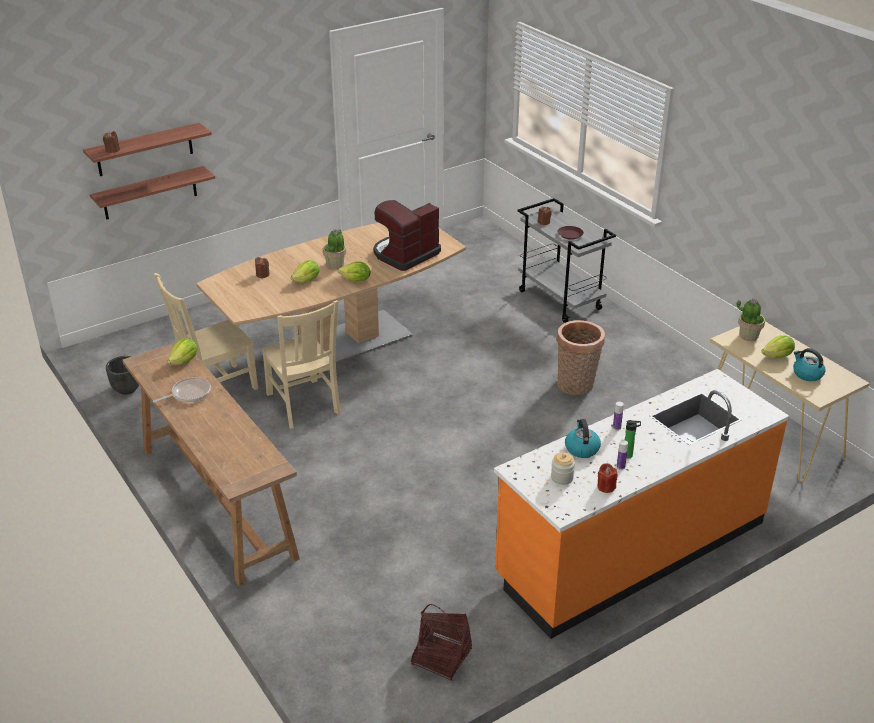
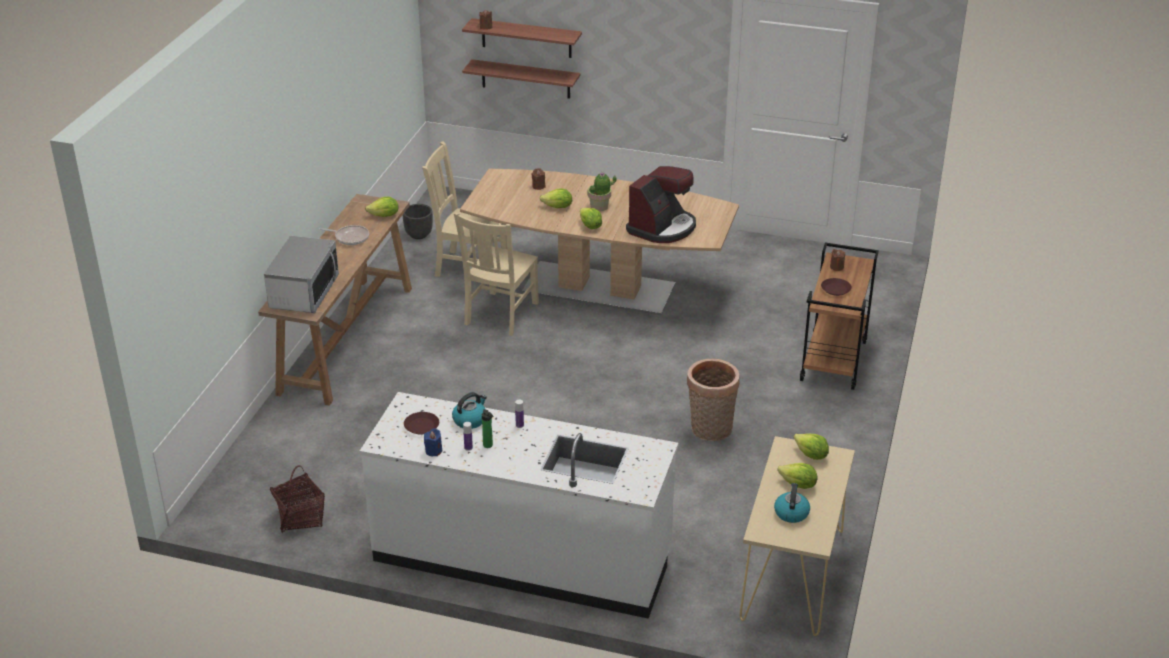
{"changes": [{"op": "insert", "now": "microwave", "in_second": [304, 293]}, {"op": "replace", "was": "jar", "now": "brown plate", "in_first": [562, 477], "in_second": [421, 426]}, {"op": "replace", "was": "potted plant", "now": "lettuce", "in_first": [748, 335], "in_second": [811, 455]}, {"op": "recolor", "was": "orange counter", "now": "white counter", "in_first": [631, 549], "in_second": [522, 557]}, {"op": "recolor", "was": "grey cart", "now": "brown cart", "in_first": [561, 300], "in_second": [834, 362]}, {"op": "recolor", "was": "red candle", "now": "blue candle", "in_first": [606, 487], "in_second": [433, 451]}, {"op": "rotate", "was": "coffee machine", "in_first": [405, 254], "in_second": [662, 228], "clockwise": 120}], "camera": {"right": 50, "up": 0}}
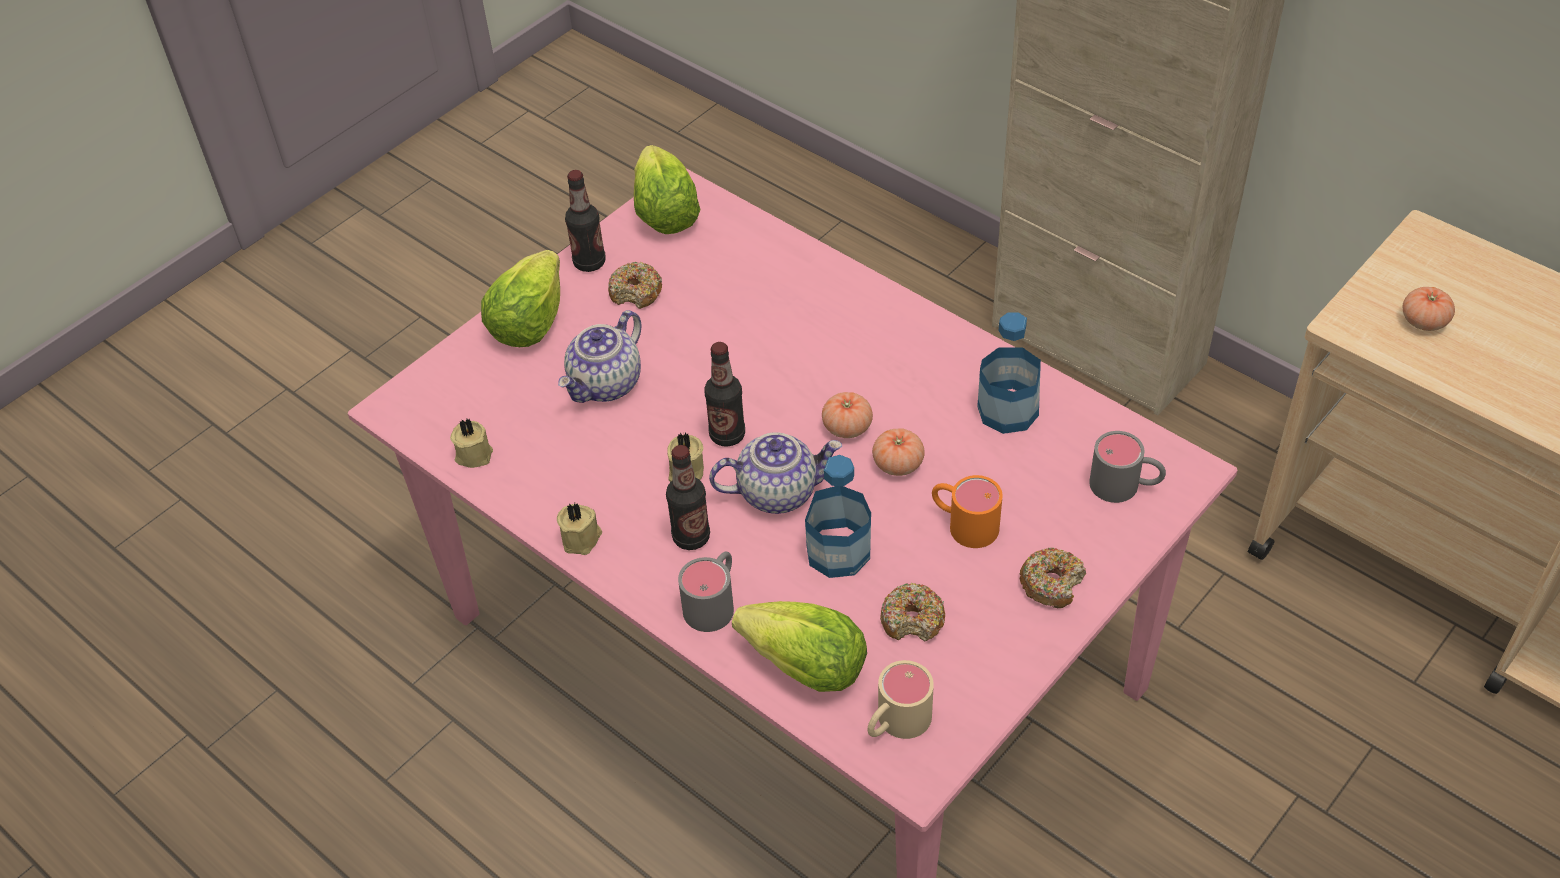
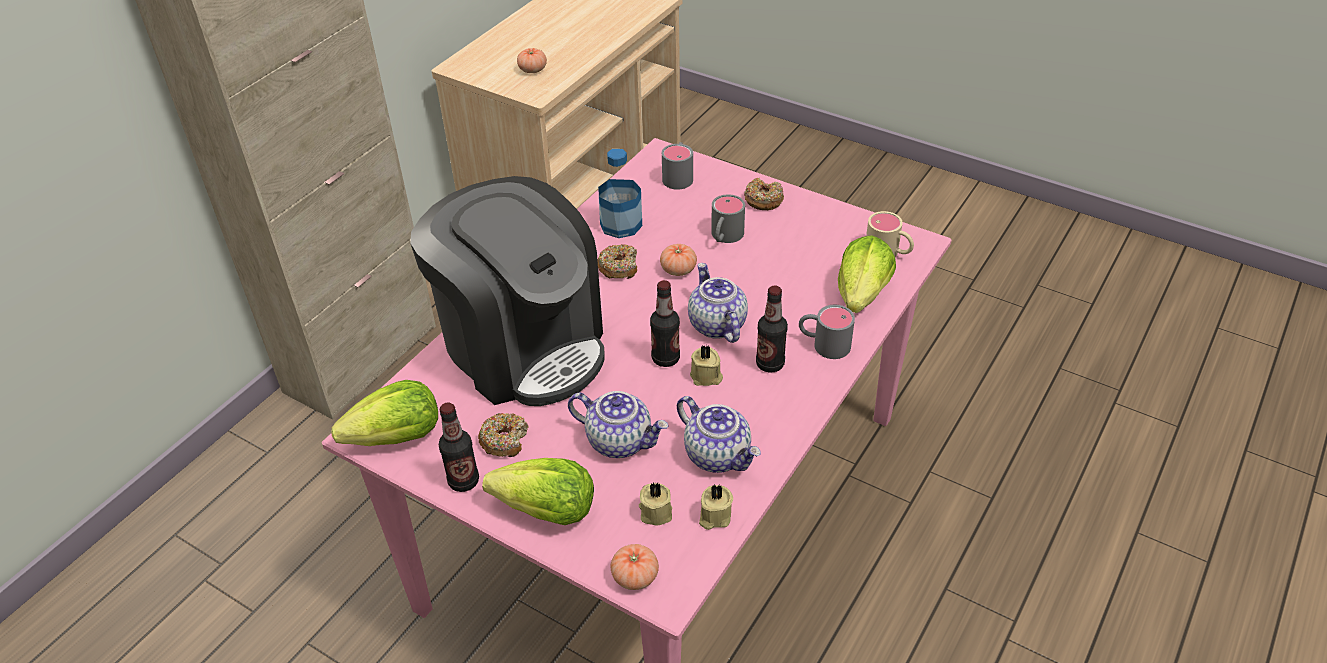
{"changes": [{"op": "delete", "was": "bottle", "in_first": [838, 552]}, {"op": "insert", "now": "coffee machine", "in_second": [523, 346]}, {"op": "insert", "now": "teapot", "in_second": [718, 455]}, {"op": "move", "was": "beige candle", "in_first": [582, 539], "in_second": [655, 512]}, {"op": "move", "was": "tomato", "in_first": [847, 427], "in_second": [635, 576]}, {"op": "move", "was": "donut", "in_first": [912, 620], "in_second": [618, 267]}, {"op": "recolor", "was": "orange mug", "now": "grey mug", "in_first": [963, 523], "in_second": [724, 237]}], "camera": {"right": -100, "up": -5}}
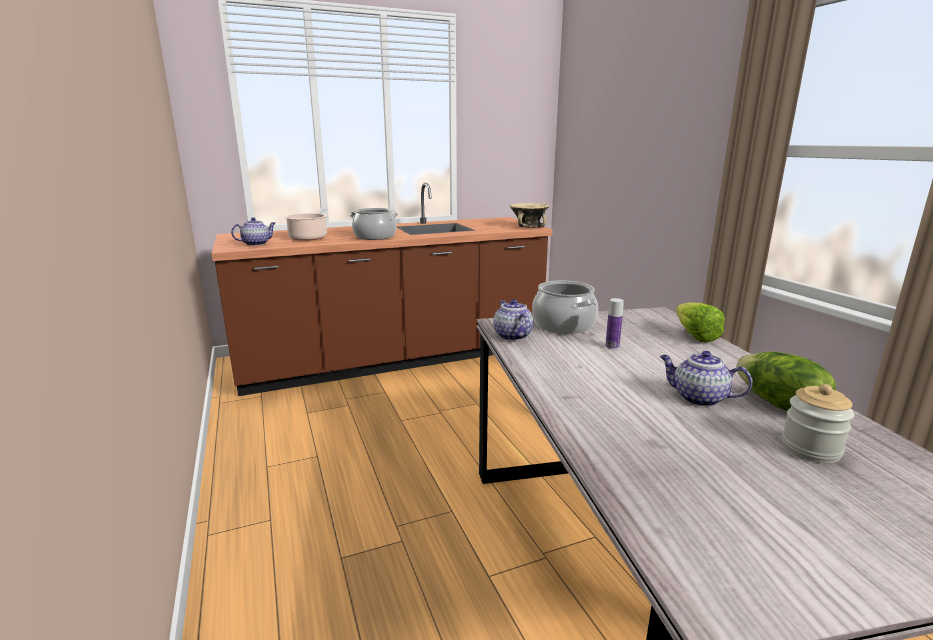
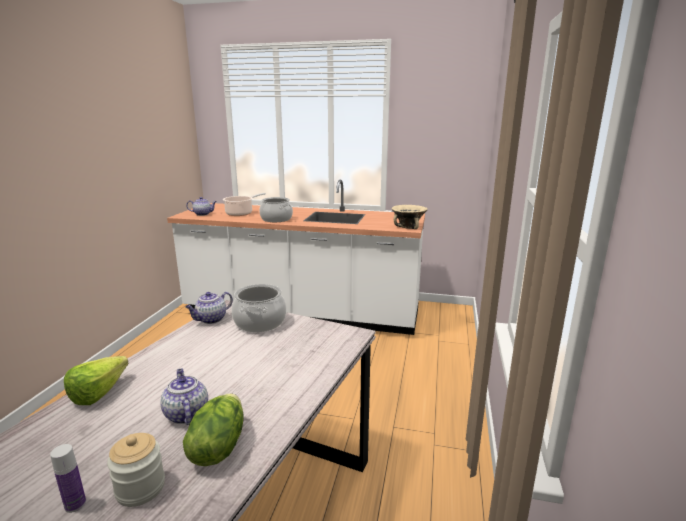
{"changes": [{"op": "move", "was": "bottle", "in_first": [612, 346], "in_second": [75, 504]}, {"op": "move", "was": "lettuce", "in_first": [693, 334], "in_second": [104, 391]}, {"op": "recolor", "was": "brown counter", "now": "white counter", "in_first": [395, 359], "in_second": [302, 312]}, {"op": "rotate", "was": "teapot", "in_first": [511, 336], "in_second": [211, 319], "clockwise": -150}], "camera": {"right": 35, "up": 0}}
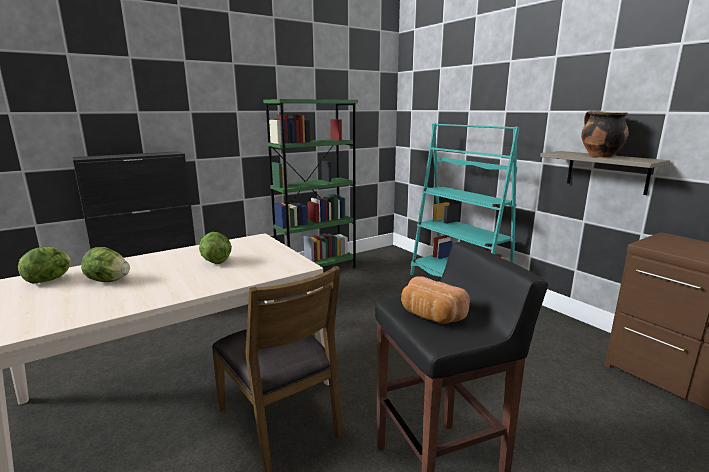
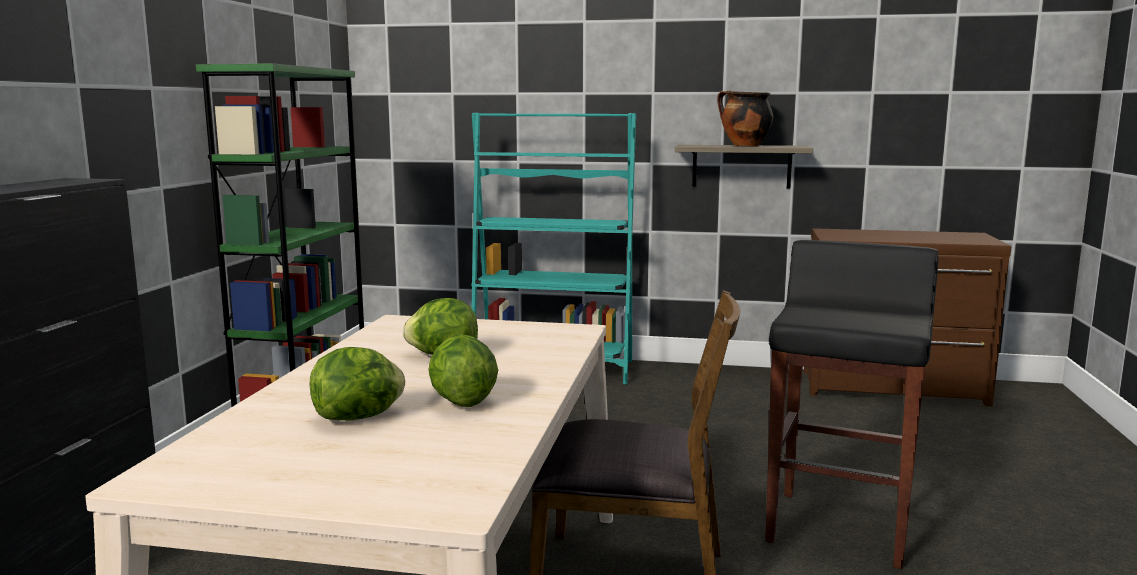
{"changes": [{"op": "delete", "was": "bread", "in_first": [430, 316]}, {"op": "move", "was": "lettuce", "in_first": [50, 280], "in_second": [461, 401]}], "camera": {"right": -45, "up": -5}}
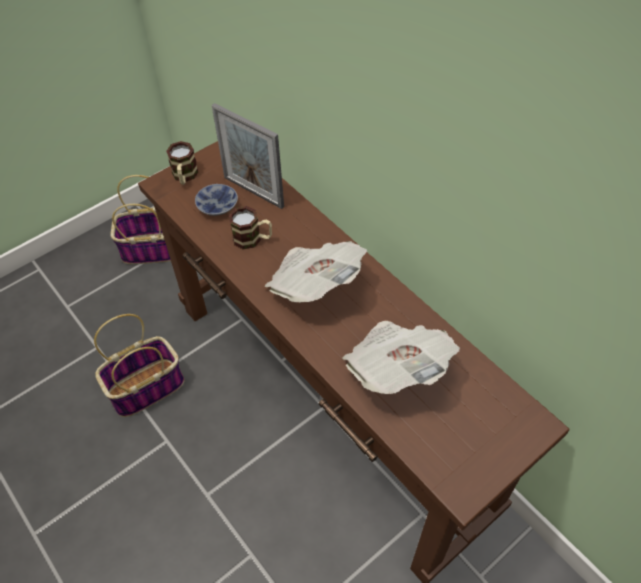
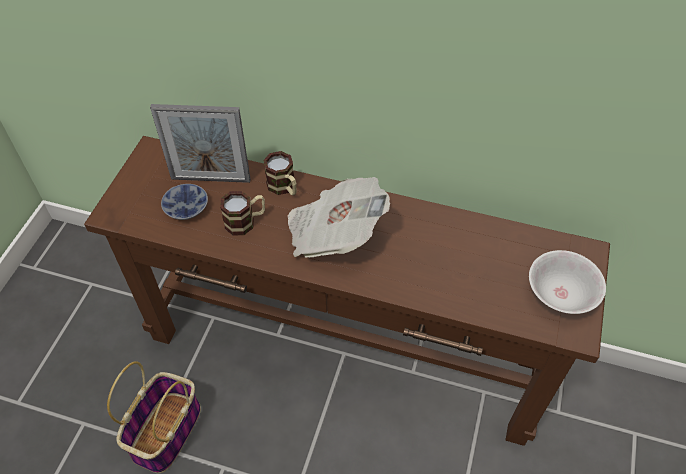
{"changes": [{"op": "delete", "was": "basket", "in_first": [154, 249]}, {"op": "delete", "was": "newspaper", "in_first": [396, 368]}, {"op": "insert", "now": "white bowl", "in_second": [560, 295]}, {"op": "move", "was": "mug", "in_first": [184, 177], "in_second": [284, 188]}], "camera": {"right": -35, "up": 0}}
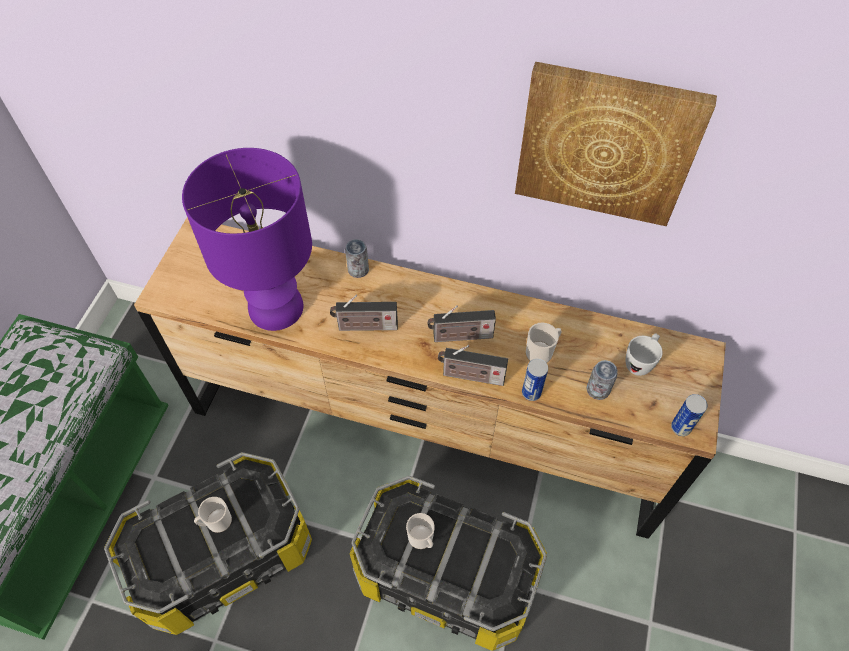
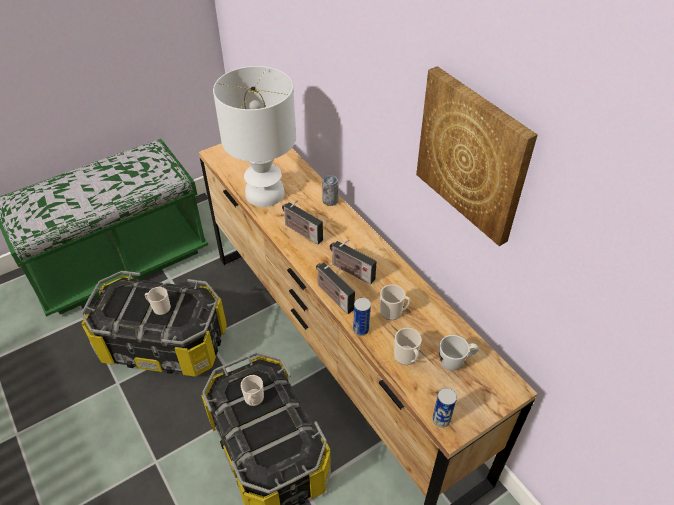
{"changes": [{"op": "replace", "was": "can", "now": "mug", "in_first": [598, 390], "in_second": [407, 357]}, {"op": "recolor", "was": "purple table lamp", "now": "white table lamp", "in_first": [275, 306], "in_second": [264, 193]}], "camera": {"right": 40, "up": -10}}
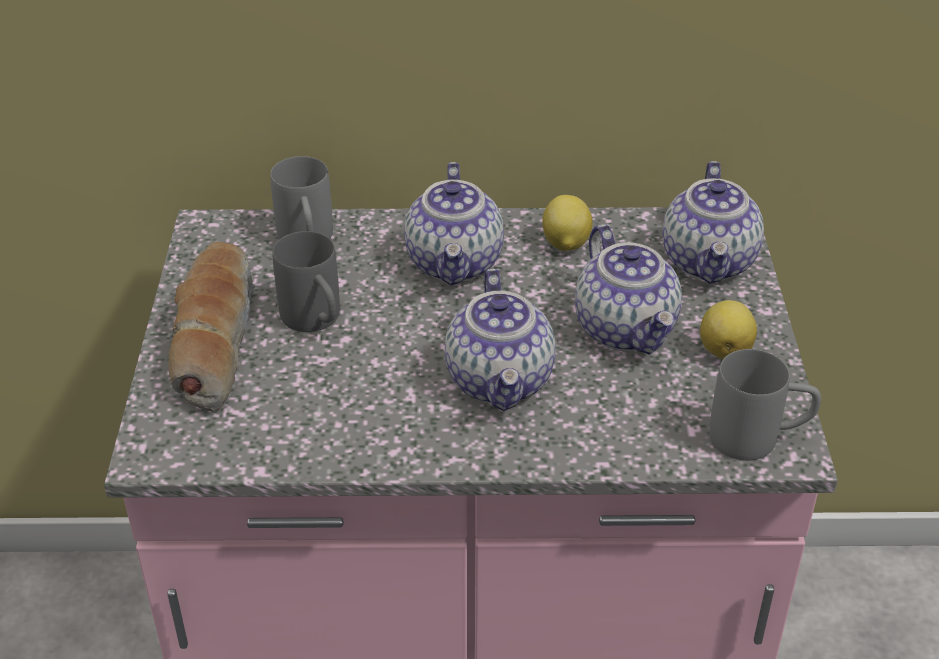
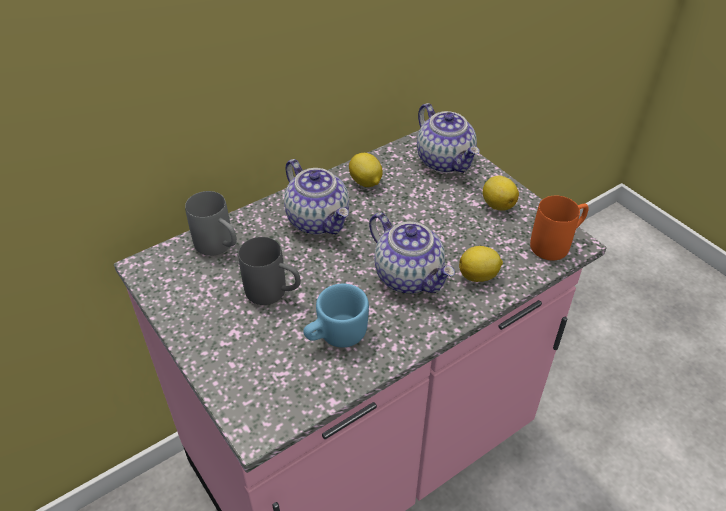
{"changes": [{"op": "delete", "was": "bread", "in_first": [213, 339]}, {"op": "delete", "was": "teapot", "in_first": [627, 329]}, {"op": "insert", "now": "blue mug", "in_second": [335, 335]}, {"op": "insert", "now": "lemon", "in_second": [479, 276]}, {"op": "recolor", "was": "grey mug", "now": "orange mug", "in_first": [759, 439], "in_second": [557, 244]}], "camera": {"right": -35, "up": 5}}
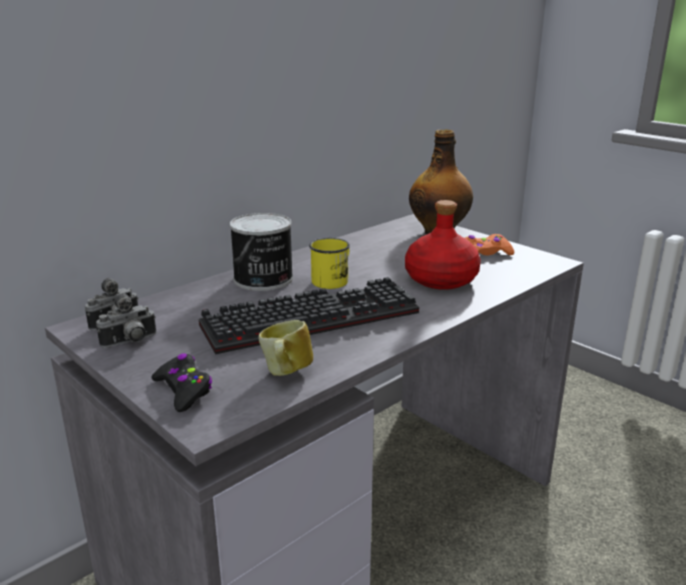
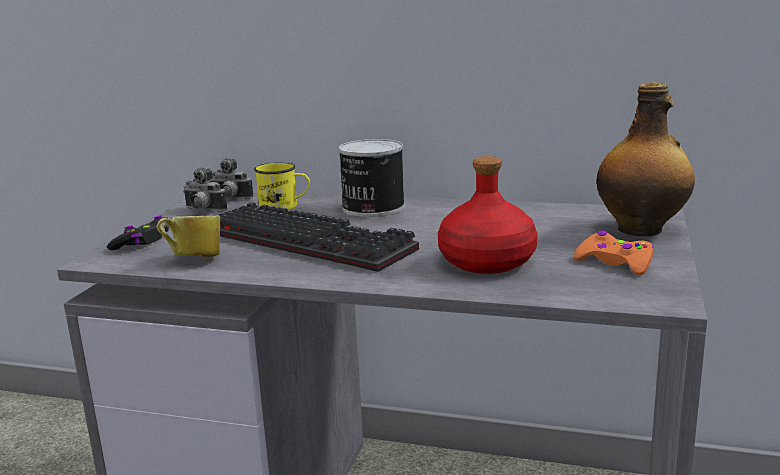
{"changes": [{"op": "move", "was": "yellow mug", "in_first": [333, 280], "in_second": [284, 206]}], "camera": {"right": 60, "up": -5}}
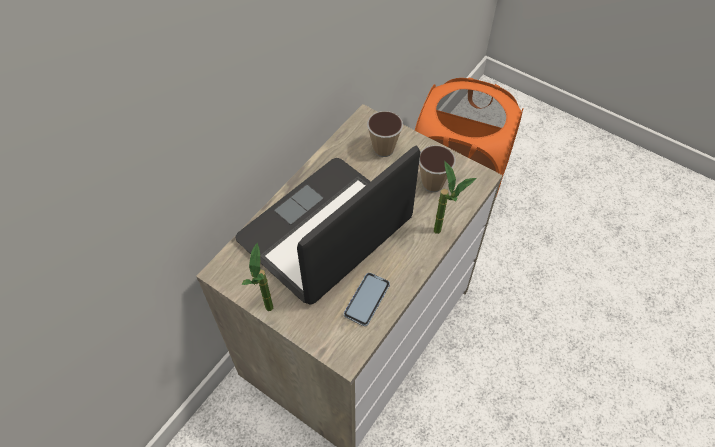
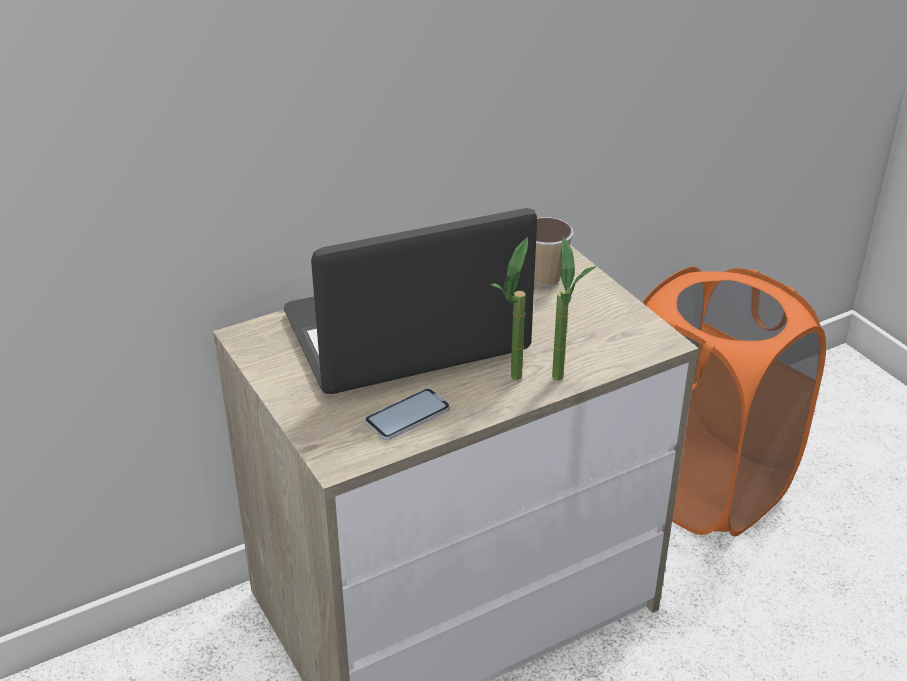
{"changes": [{"op": "delete", "was": "cup", "in_first": [432, 184]}, {"op": "move", "was": "potted plant", "in_first": [269, 315], "in_second": [512, 383]}], "camera": {"right": 25, "up": -20}}
